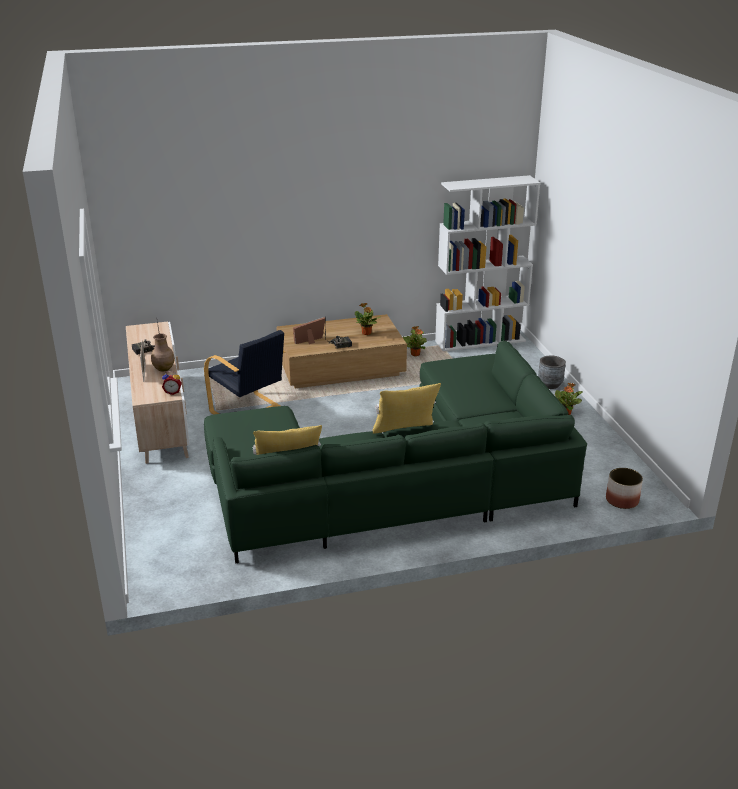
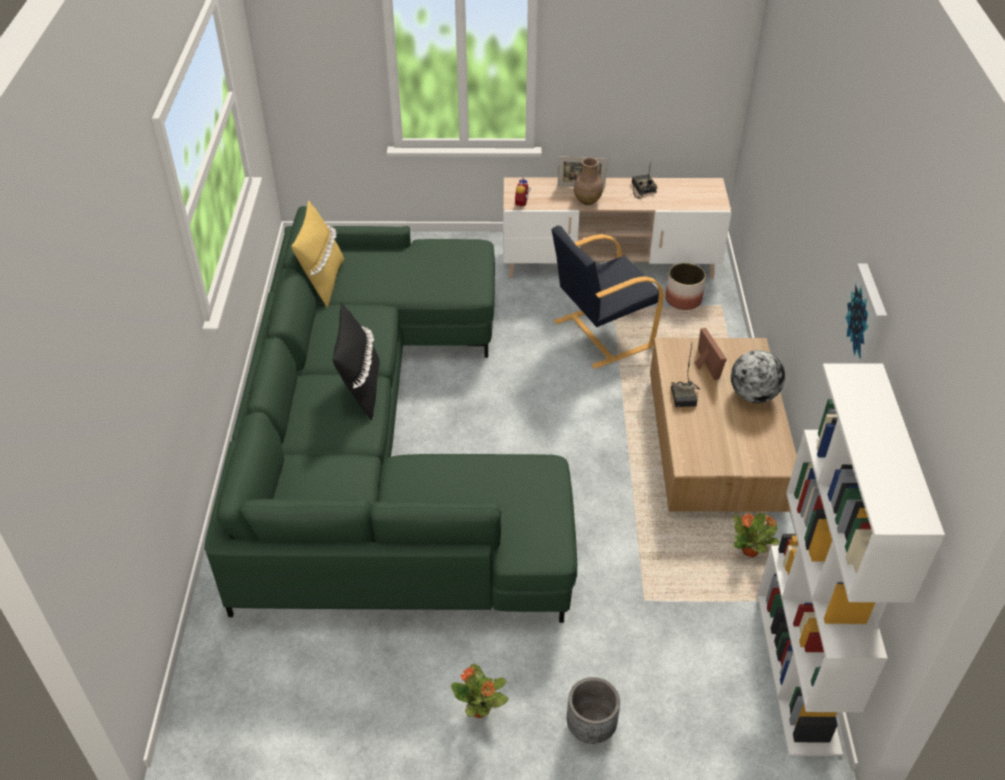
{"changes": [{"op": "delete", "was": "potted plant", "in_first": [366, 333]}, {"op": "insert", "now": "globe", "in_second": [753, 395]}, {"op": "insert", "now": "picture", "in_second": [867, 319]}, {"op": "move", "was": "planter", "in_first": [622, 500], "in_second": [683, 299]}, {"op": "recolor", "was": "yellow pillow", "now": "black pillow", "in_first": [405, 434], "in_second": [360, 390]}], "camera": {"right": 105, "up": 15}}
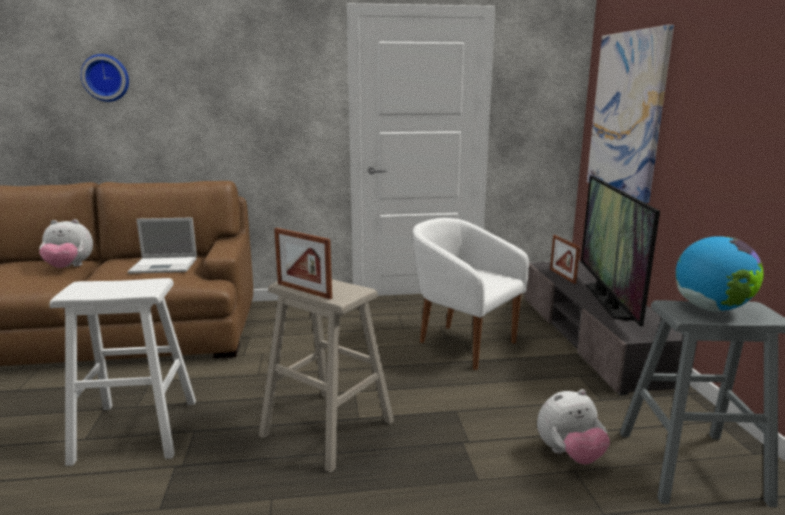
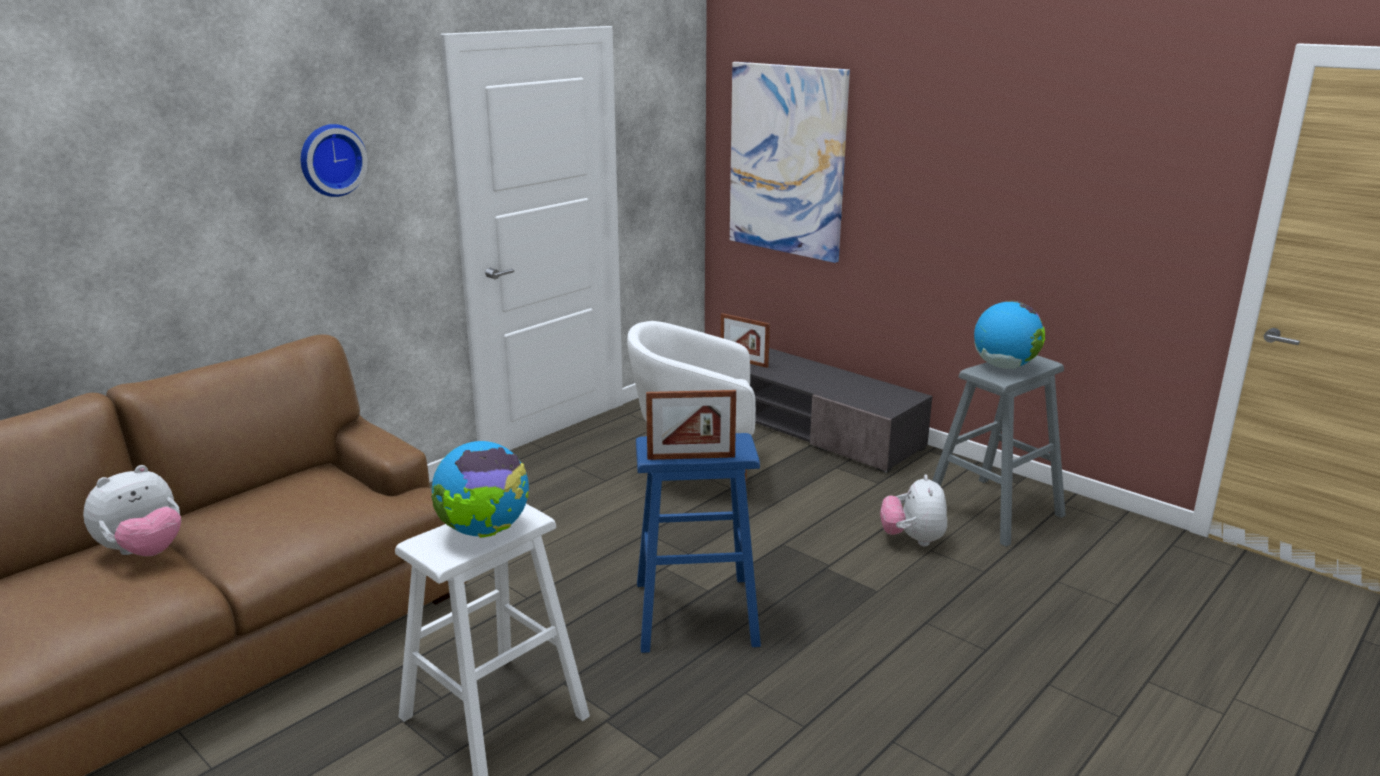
{"changes": [{"op": "delete", "was": "laptop", "in_first": [165, 265]}, {"op": "delete", "was": "television", "in_first": [608, 301]}, {"op": "insert", "now": "globe", "in_second": [484, 531]}, {"op": "move", "was": "wall clock", "in_first": [106, 78], "in_second": [331, 160]}, {"op": "recolor", "was": "beige stool", "now": "blue stool", "in_first": [328, 428], "in_second": [696, 613]}, {"op": "rotate", "was": "plush toy", "in_first": [569, 454], "in_second": [912, 539], "clockwise": 150}], "camera": {"right": -40, "up": 5}}
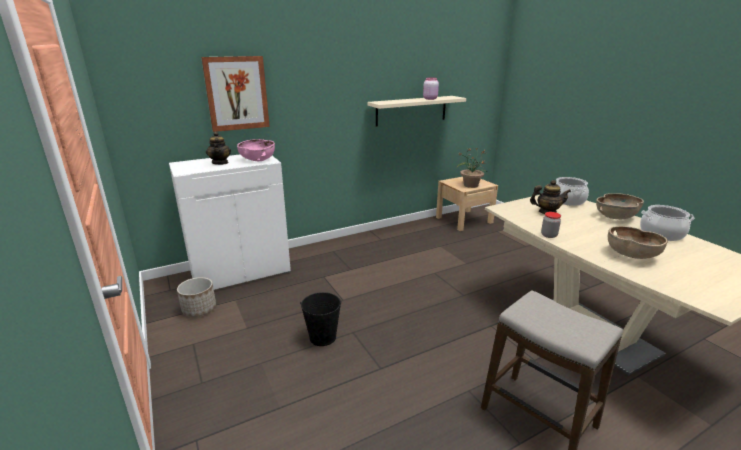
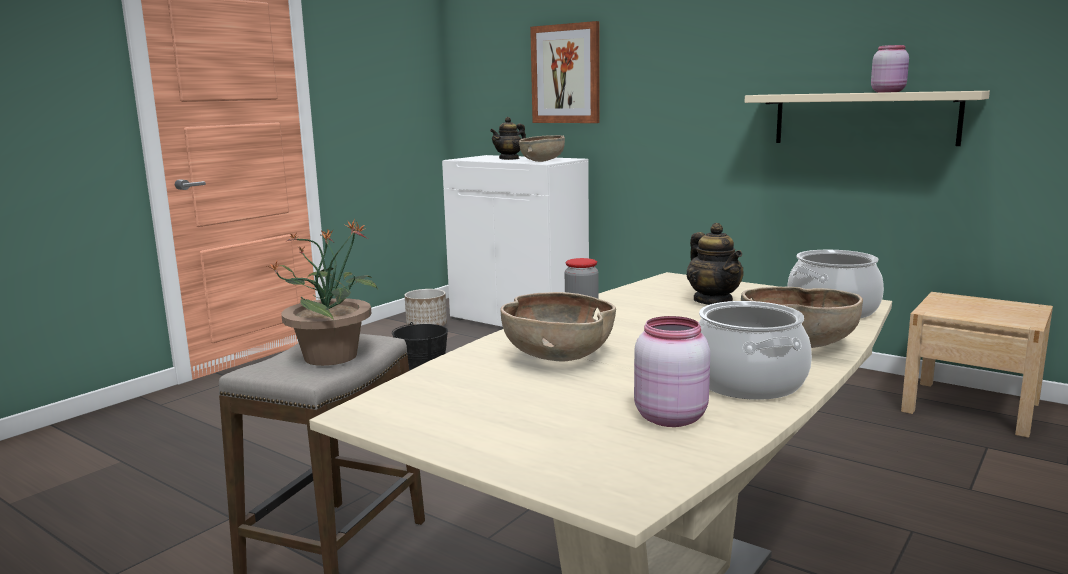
{"changes": [{"op": "insert", "now": "pink jar", "in_second": [669, 417]}, {"op": "move", "was": "potted plant", "in_first": [470, 185], "in_second": [332, 356]}, {"op": "recolor", "was": "pink bowl", "now": "brown bowl", "in_first": [258, 160], "in_second": [542, 161]}], "camera": {"right": 65, "up": -10}}
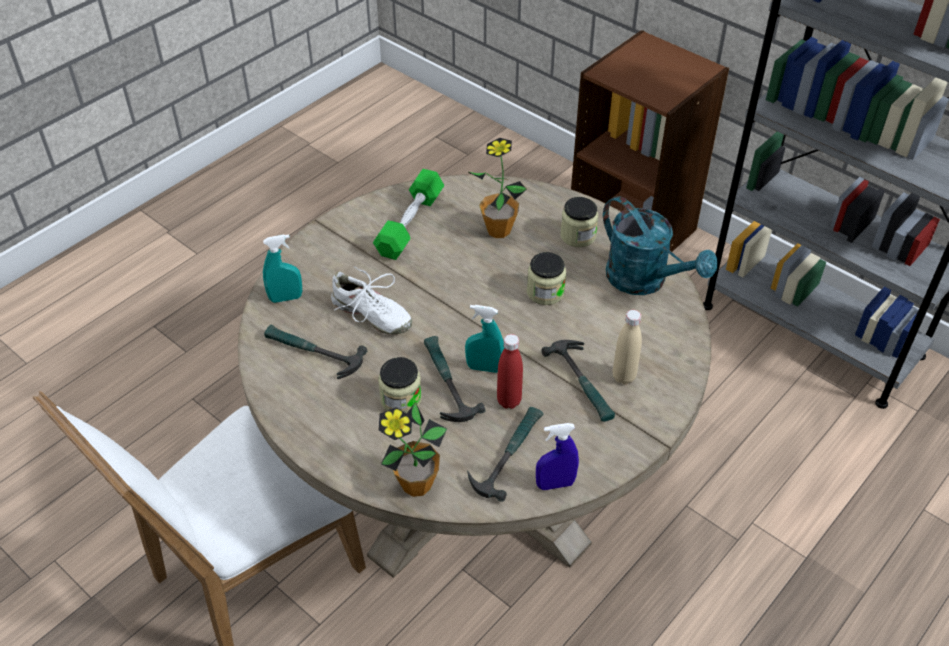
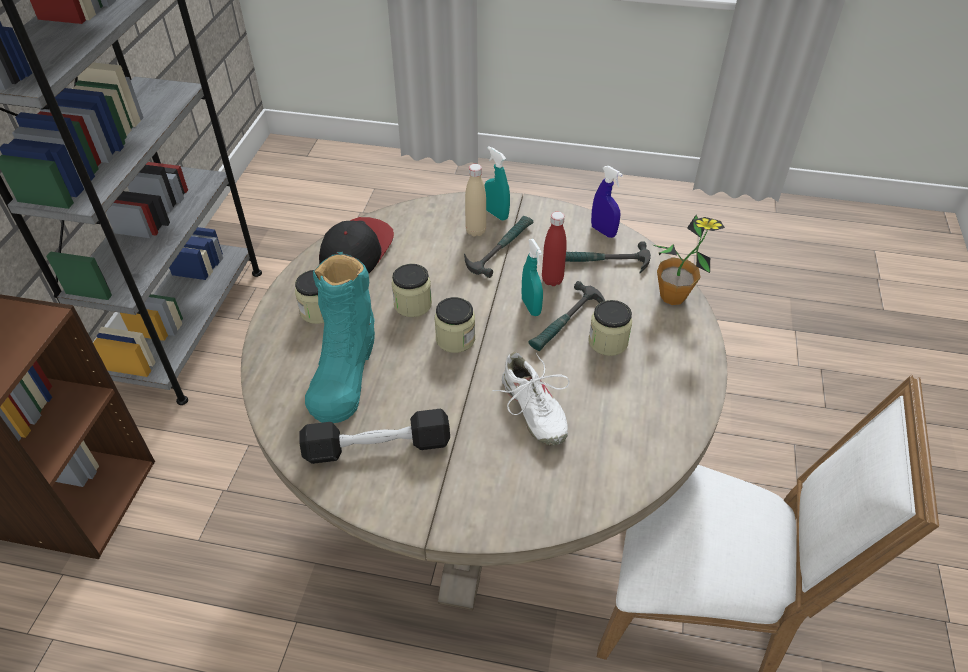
{"changes": [{"op": "delete", "was": "hammer", "in_first": [312, 353]}, {"op": "insert", "now": "jar", "in_second": [455, 339]}, {"op": "move", "was": "turquoise spray bottle", "in_first": [286, 298], "in_second": [496, 214]}, {"op": "replace", "was": "potted plant", "now": "turquoise boot", "in_first": [498, 230], "in_second": [344, 369]}, {"op": "replace", "was": "turquoise watering can", "now": "cap", "in_first": [645, 281], "in_second": [356, 251]}, {"op": "recolor", "was": "green dumbbell", "now": "black dumbbell", "in_first": [410, 224], "in_second": [377, 447]}, {"op": "rotate", "was": "white shoe", "in_first": [371, 315], "in_second": [532, 410], "clockwise": 150}], "camera": {"right": -120, "up": 0}}
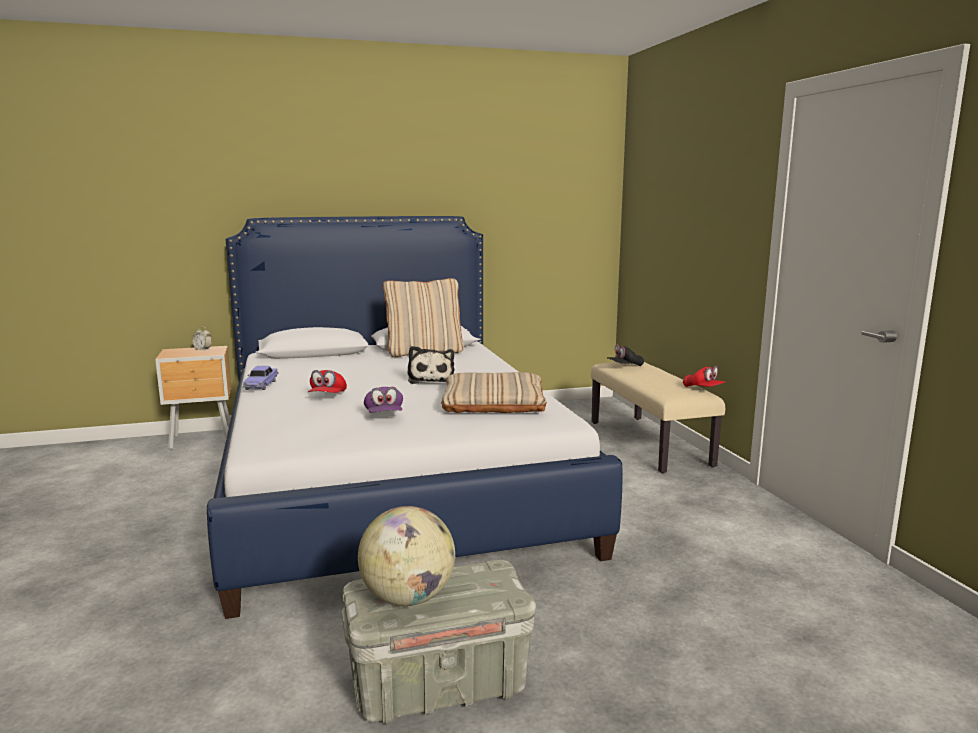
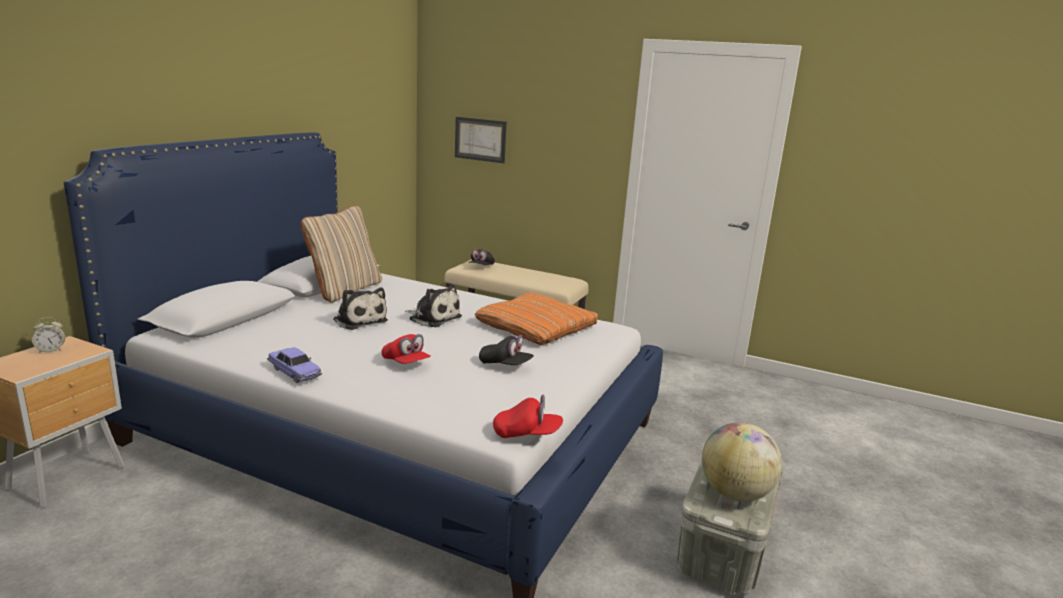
{"changes": [{"op": "insert", "now": "plush toy", "in_second": [359, 320]}, {"op": "insert", "now": "picture", "in_second": [480, 139]}, {"op": "move", "was": "red cap", "in_first": [703, 389], "in_second": [527, 434]}, {"op": "recolor", "was": "purple cap", "now": "black cap", "in_first": [384, 416], "in_second": [505, 365]}, {"op": "recolor", "was": "beige pillow", "now": "orange pillow", "in_first": [493, 402], "in_second": [536, 326]}], "camera": {"right": -50, "up": 5}}
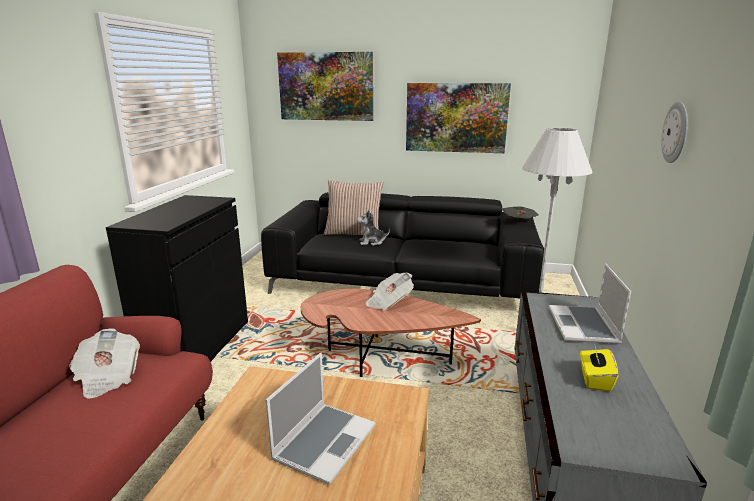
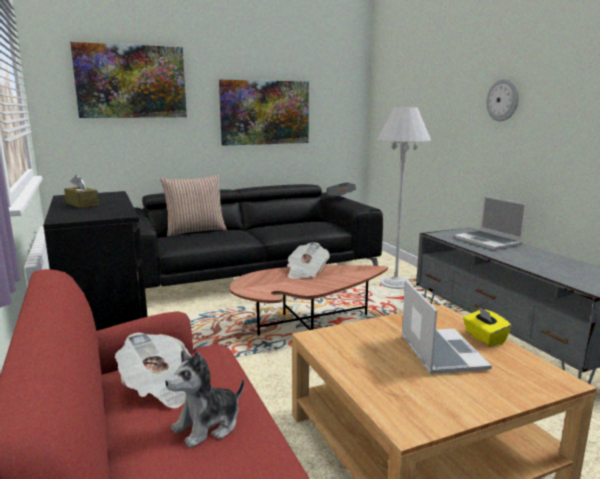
{"changes": [{"op": "insert", "now": "brown tissue box", "in_second": [82, 204]}, {"op": "move", "was": "plush toy", "in_first": [372, 242], "in_second": [208, 426]}, {"op": "move", "was": "yellow tissue box", "in_first": [594, 380], "in_second": [484, 338]}], "camera": {"right": -35, "up": -5}}
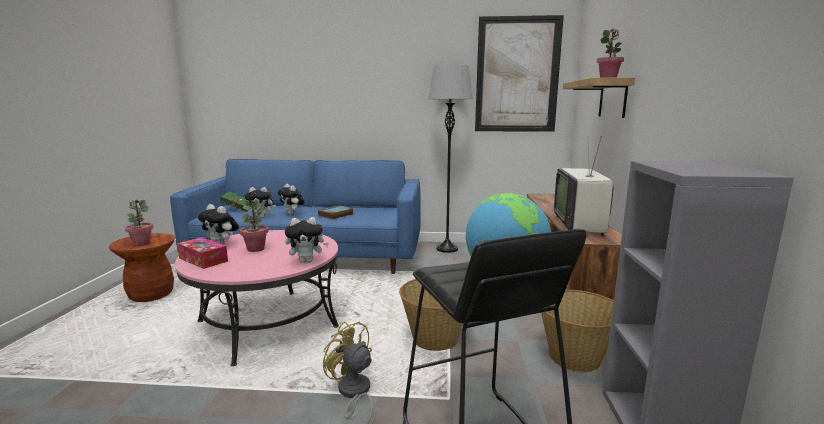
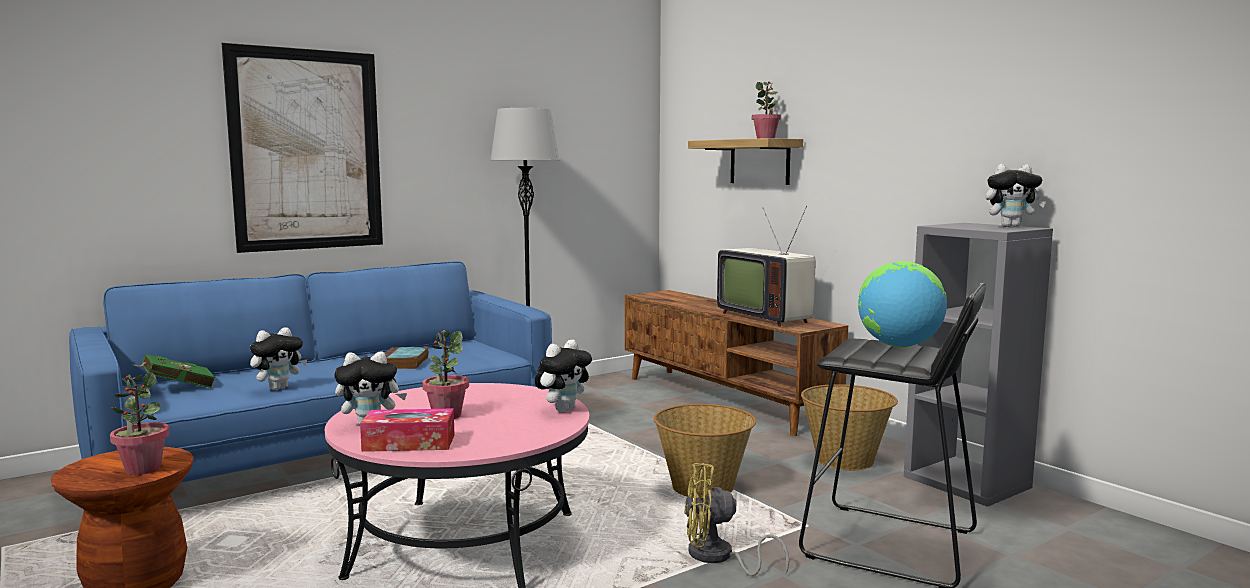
{"changes": [{"op": "move", "was": "plush toy", "in_first": [292, 214], "in_second": [1011, 226]}, {"op": "move", "was": "picture", "in_first": [517, 75], "in_second": [307, 150]}], "camera": {"right": -40, "up": -5}}
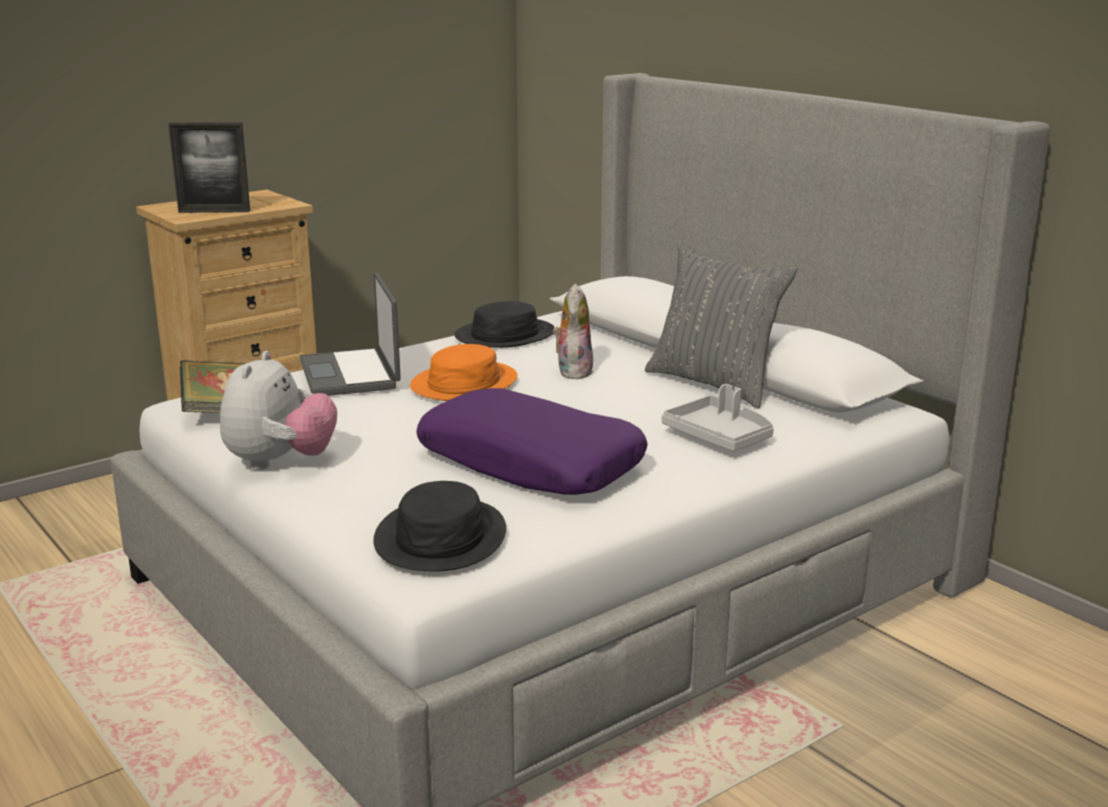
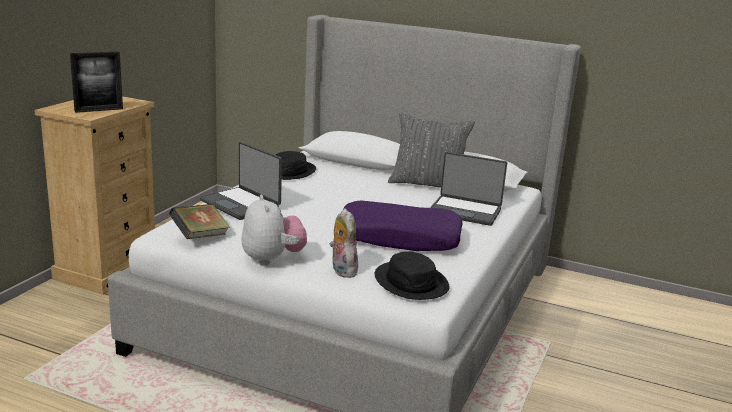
{"changes": [{"op": "delete", "was": "orange hat", "in_first": [463, 384]}, {"op": "move", "was": "plush toy", "in_first": [572, 371], "in_second": [341, 270]}, {"op": "replace", "was": "grey tray", "now": "laptop", "in_first": [720, 436], "in_second": [465, 211]}], "camera": {"right": -30, "up": 0}}
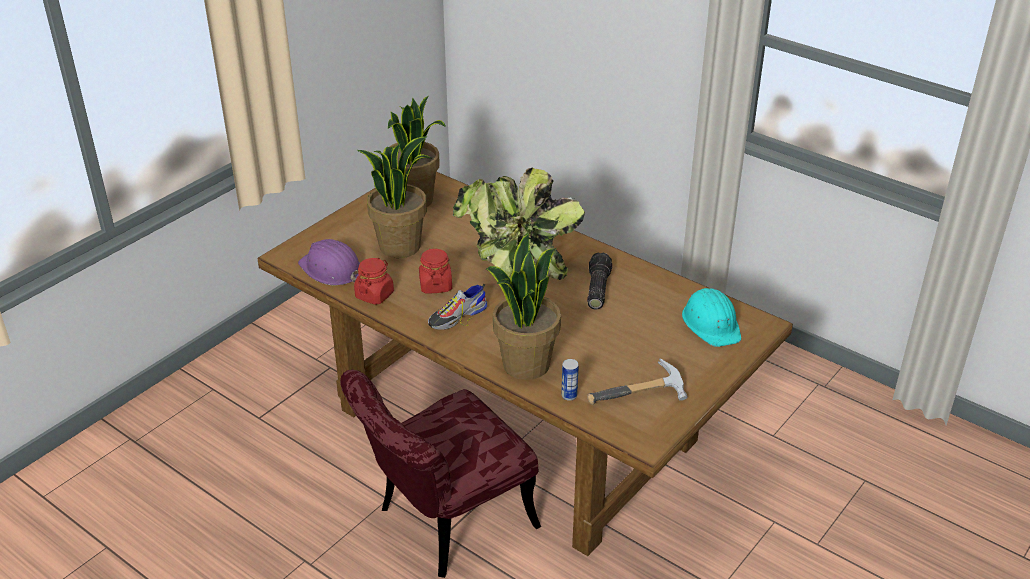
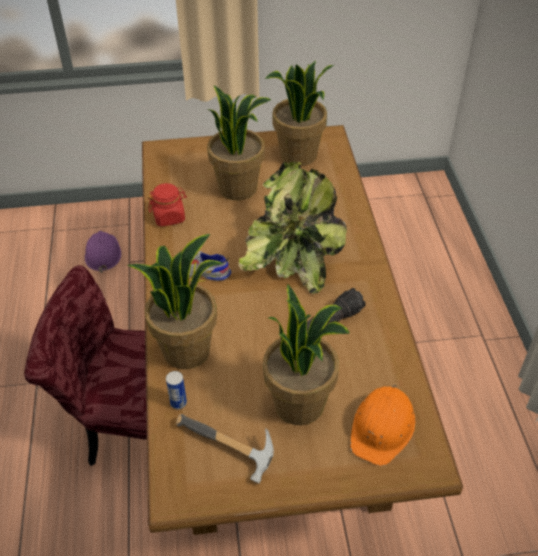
{"changes": [{"op": "delete", "was": "red jar", "in_first": [435, 285]}, {"op": "insert", "now": "potted plant", "in_second": [300, 404]}, {"op": "move", "was": "purple hard hat", "in_first": [331, 269], "in_second": [103, 254]}, {"op": "recolor", "was": "turquoise hard hat", "now": "orange hard hat", "in_first": [711, 324], "in_second": [382, 427]}], "camera": {"right": 45, "up": 10}}
